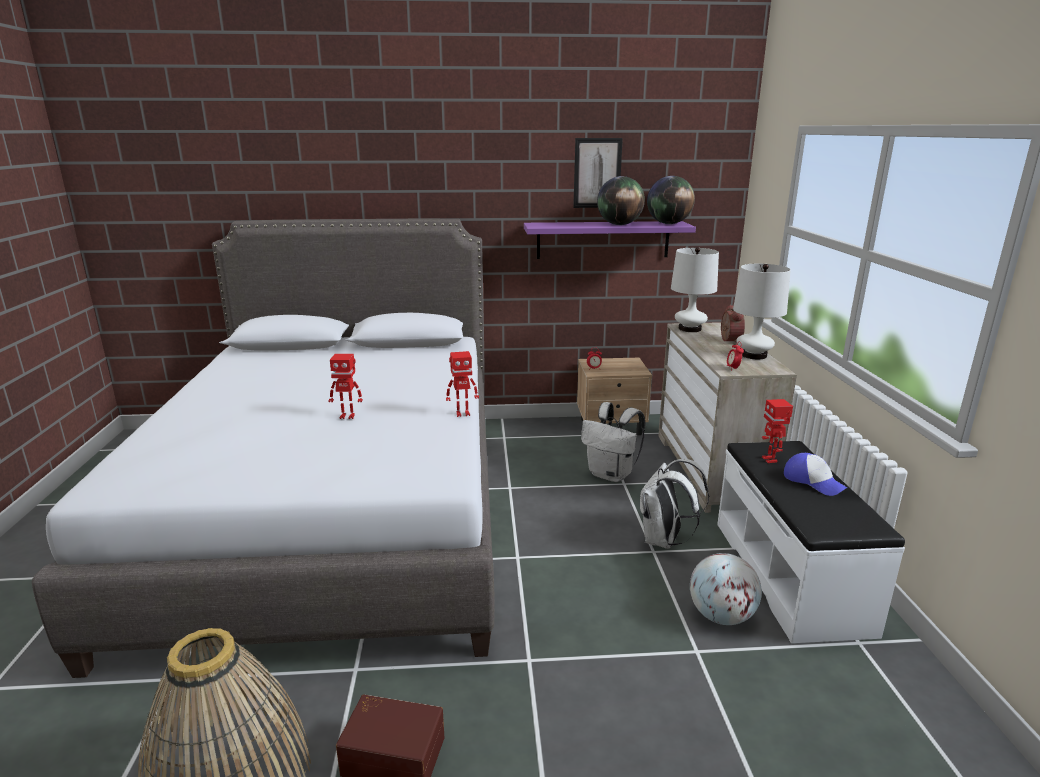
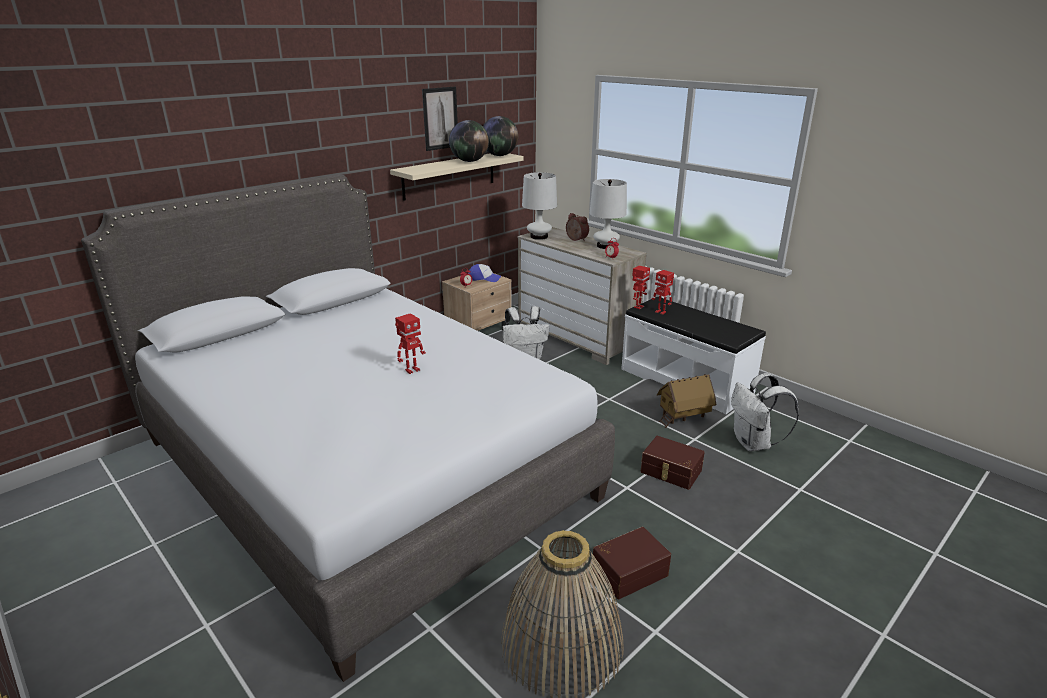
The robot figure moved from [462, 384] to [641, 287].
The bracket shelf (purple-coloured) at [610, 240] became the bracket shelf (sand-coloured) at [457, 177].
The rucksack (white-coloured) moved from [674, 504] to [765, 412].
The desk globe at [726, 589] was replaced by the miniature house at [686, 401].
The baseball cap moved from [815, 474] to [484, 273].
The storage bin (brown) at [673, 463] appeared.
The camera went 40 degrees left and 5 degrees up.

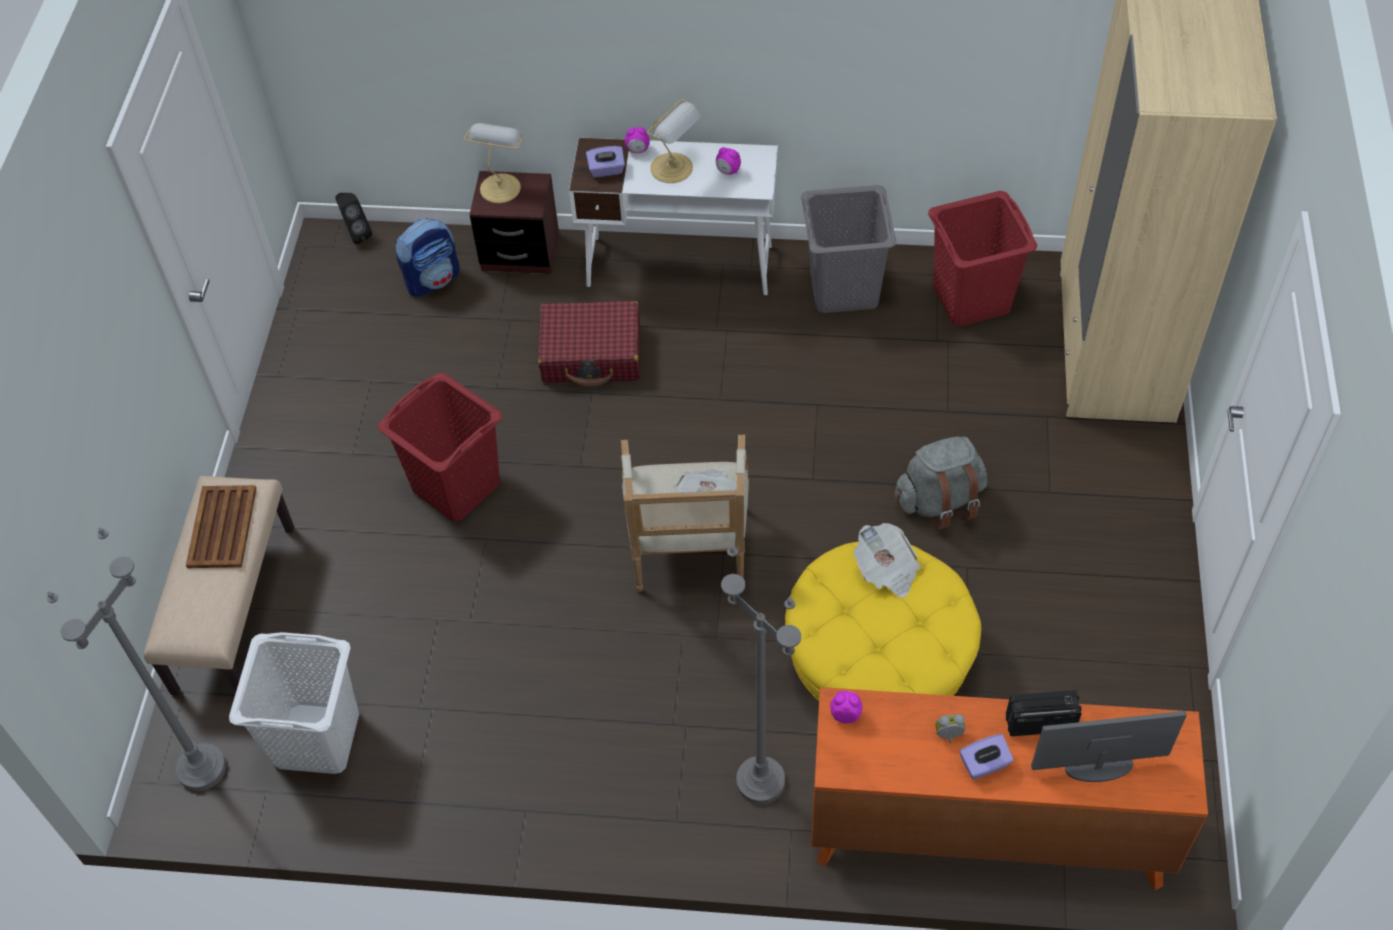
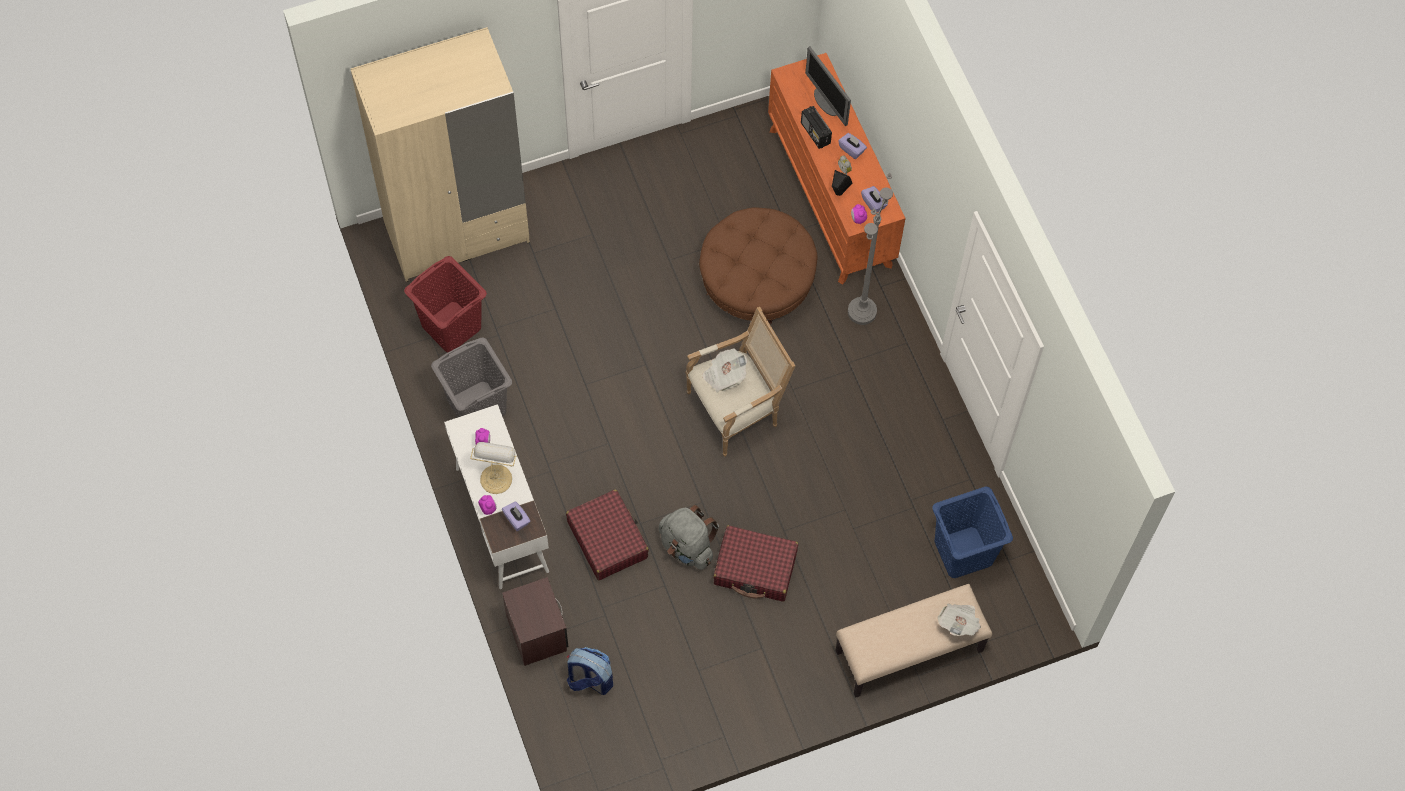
The standard lamp (gray) at [136, 659] disappeared.
The serving tray (brown) at [221, 526] disappeared.
The washing basket (white-coloured) at [294, 703] became the washing basket (blue-coloured) at [972, 532].
The loudspeaker (blackish) moved from [353, 218] to [842, 183].
The washing basket (red-coloured) at [440, 447] was replaced by the suitcase (red-coloured) at [755, 563].
The lamp for a table at [493, 163] disappeared.
The footrest (yellow) at [883, 621] became the footrest (brown) at [758, 265].
The printed paper moved from [887, 560] to [959, 619].
The rucksack (gray) moved from [941, 484] to [688, 537].
The tissue box (purple-coloured) at [874, 199] appeared.
The camera went 120 degrees left and 10 degrees up.

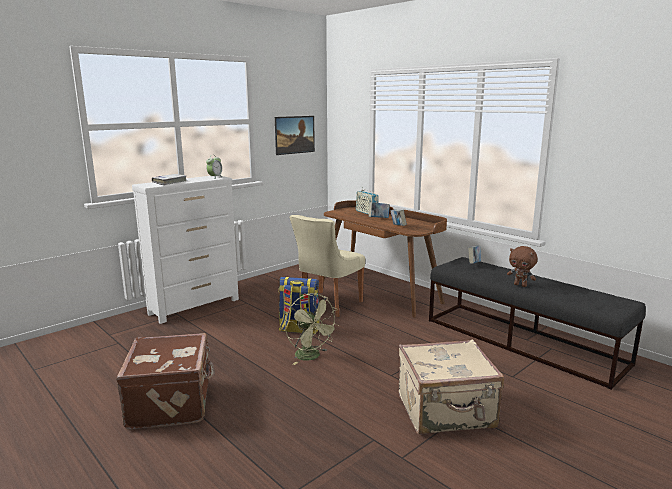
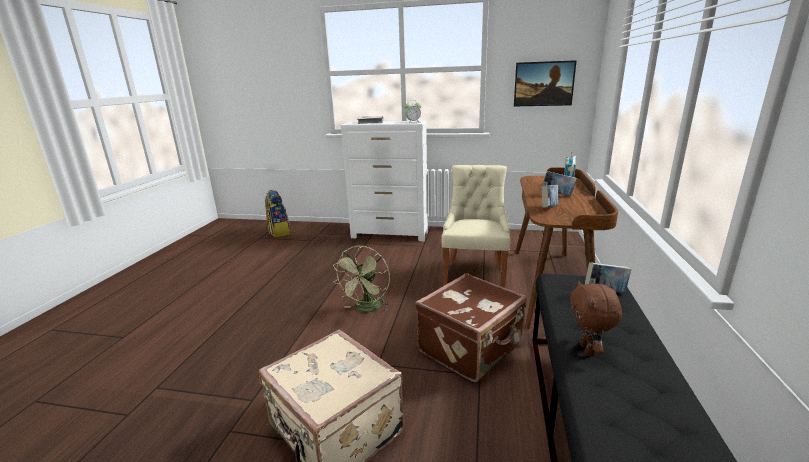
The suitcase (brown) moved from [165, 381] to [471, 327].
The rucksack moved from [299, 305] to [277, 213].
The chair (sand-coloured) at [327, 266] turned 105 degrees clockwise.
The camera went 55 degrees right and 5 degrees up.

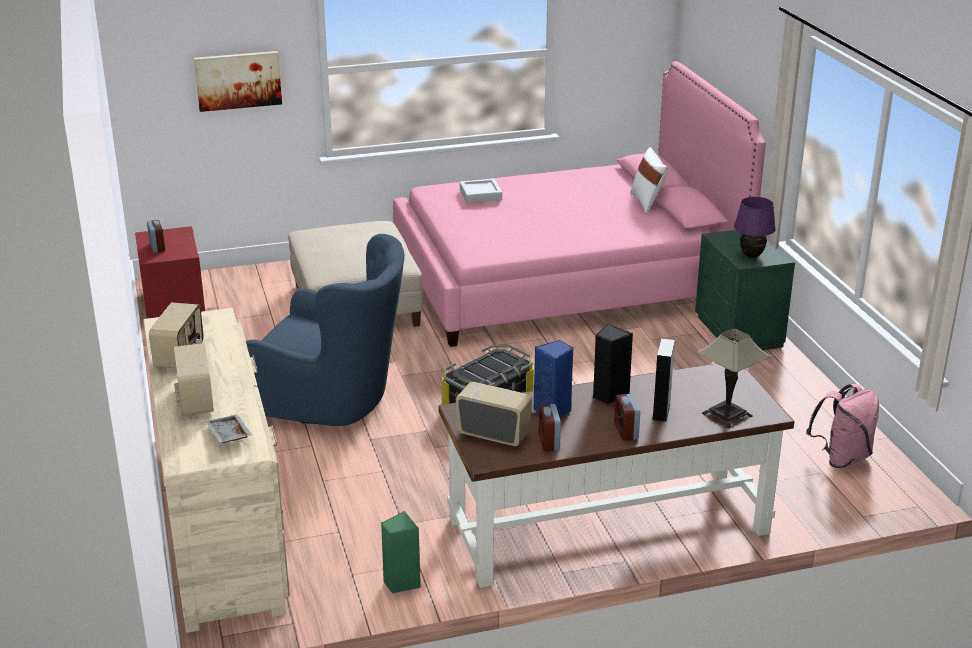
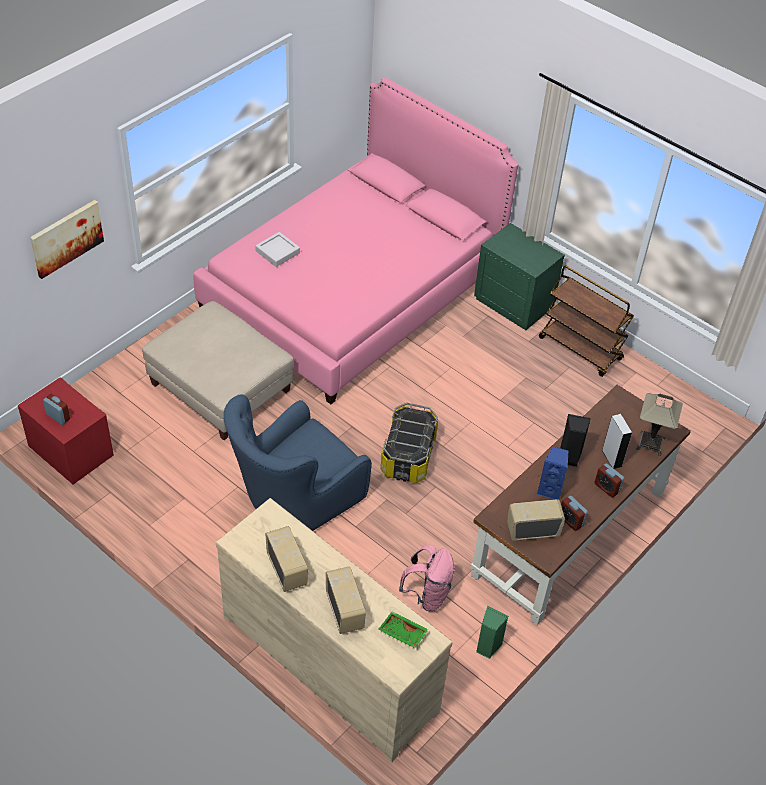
The radio set at [194, 379] turned 150 degrees counterclockwise.
The serving tray (gray) at [229, 428] became the serving tray (green-coloured) at [403, 630].
The armchair (blue-coloured) at [325, 330] turned 150 degrees clockwise.
The throw pillow (white-coloured) at [649, 180] disappeared.
The lamp for a table (purple-coloured) at [755, 227] disappeared.
The rucksack (pinkish) moved from [842, 426] to [427, 578].
The cart (brown) at [586, 321] appeared.
The camera went 35 degrees left and 20 degrees up.

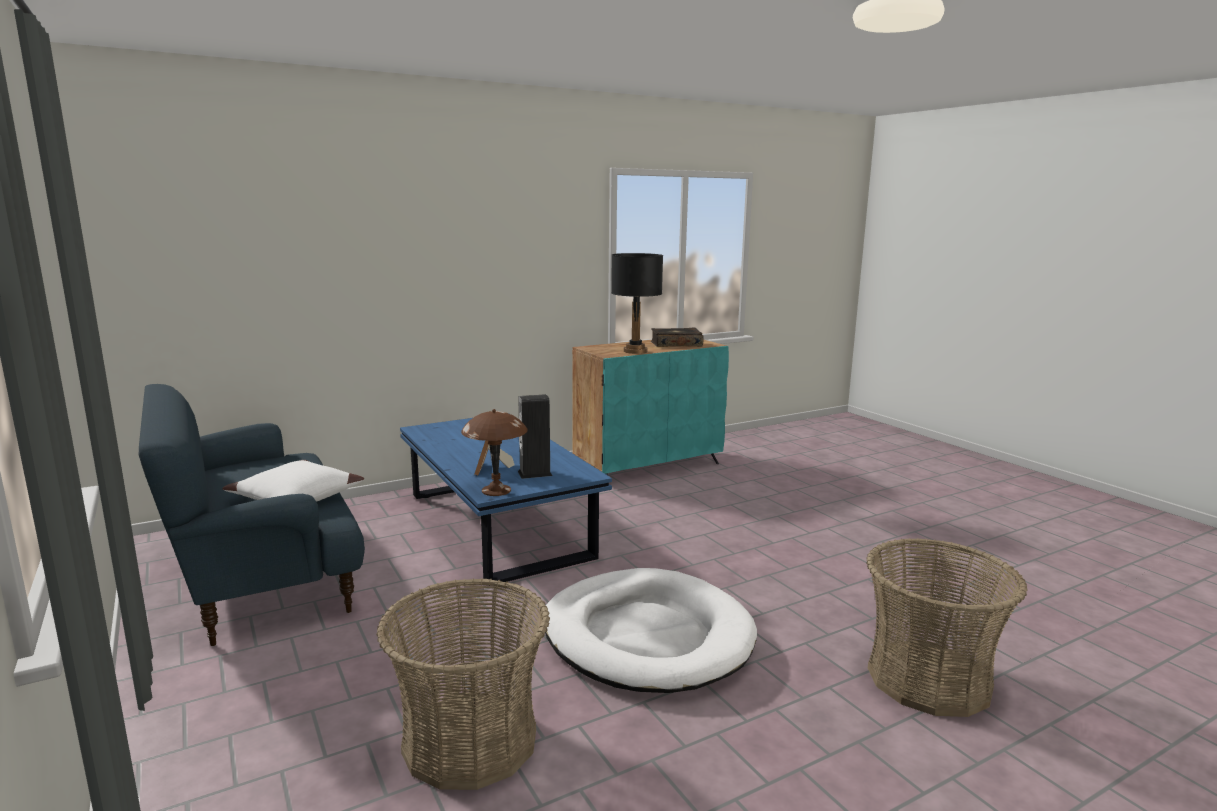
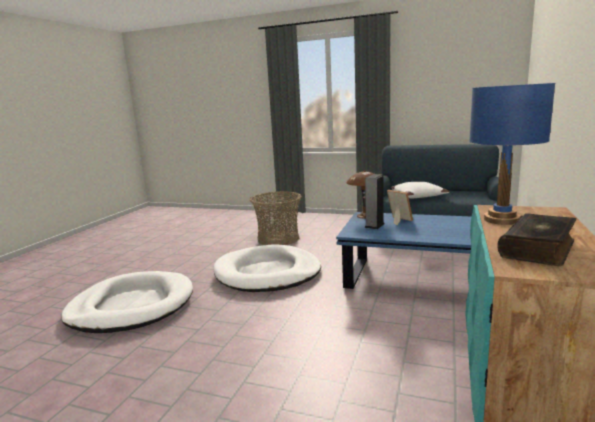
The lamp for a table (blackish) at [637, 303] became the lamp for a table (blue-coloured) at [512, 154].
The storage basket at [947, 627] was replaced by the dog cushion (white-coloured) at [127, 302].
The camera went 140 degrees right and 0 degrees up.

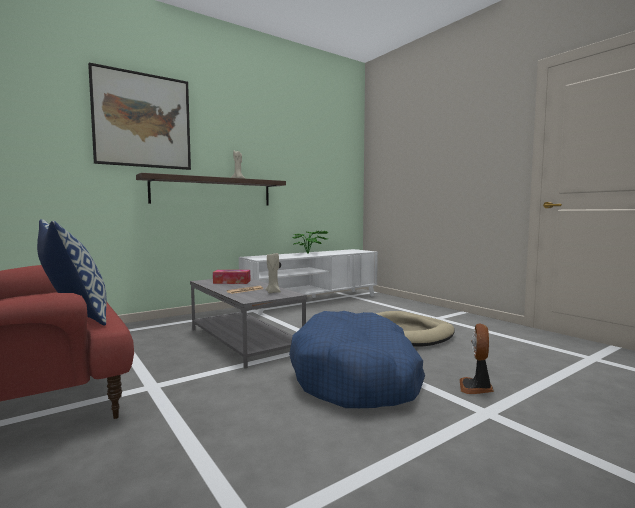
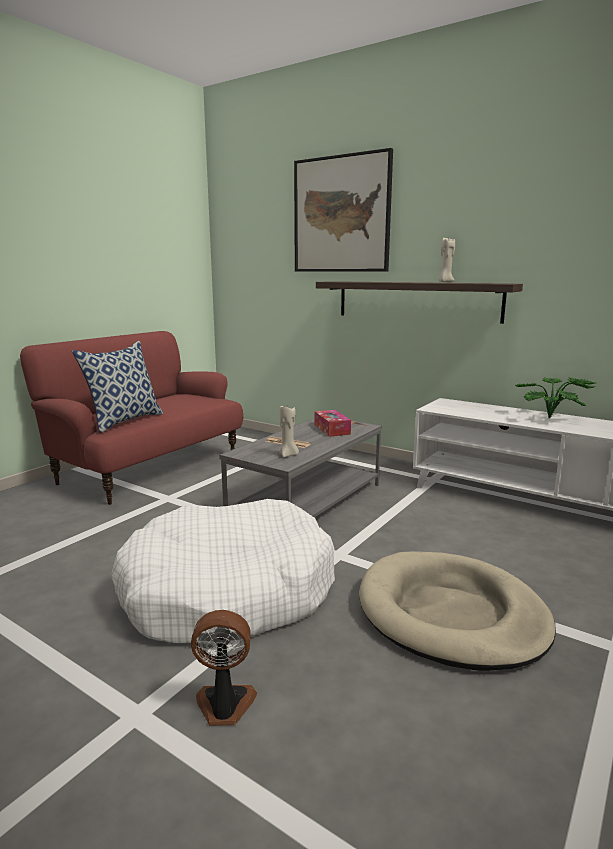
The dog cushion (blue-coloured) at [357, 359] became the dog cushion (white-coloured) at [223, 572].
The camera went 70 degrees right and 10 degrees up.

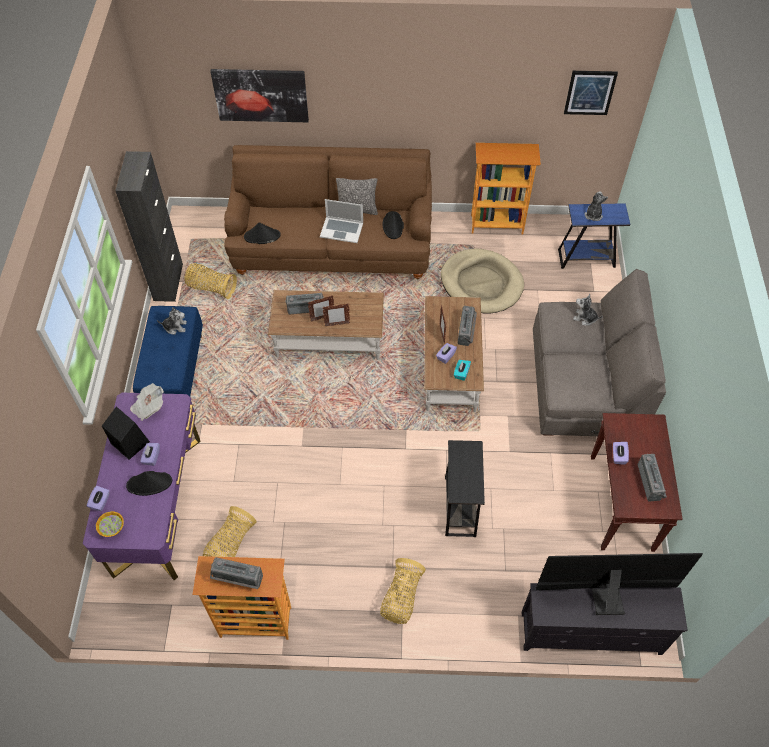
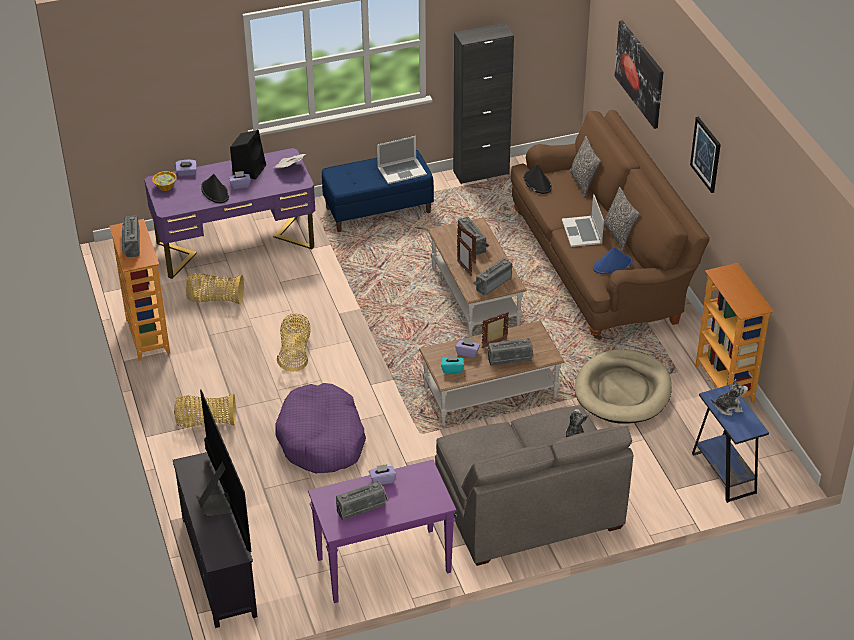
The plush toy at [172, 321] was replaced by the portable computer at [402, 160].
The storage basket moved from [210, 281] to [293, 342].
The hat (blackish) at [393, 225] became the hat (blue-coloured) at [613, 260].
The end table (blackish) at [465, 488] was replaced by the dog cushion (purple-coloured) at [320, 428].
The wall picture moved from [591, 93] to [705, 155].
The console table (brown) at [637, 482] became the console table (purple-coloured) at [382, 531].
The radio set at [492, 276] appeared.
The throw pillow at [585, 166] appeared.
The camera went 70 degrees right and 15 degrees down.

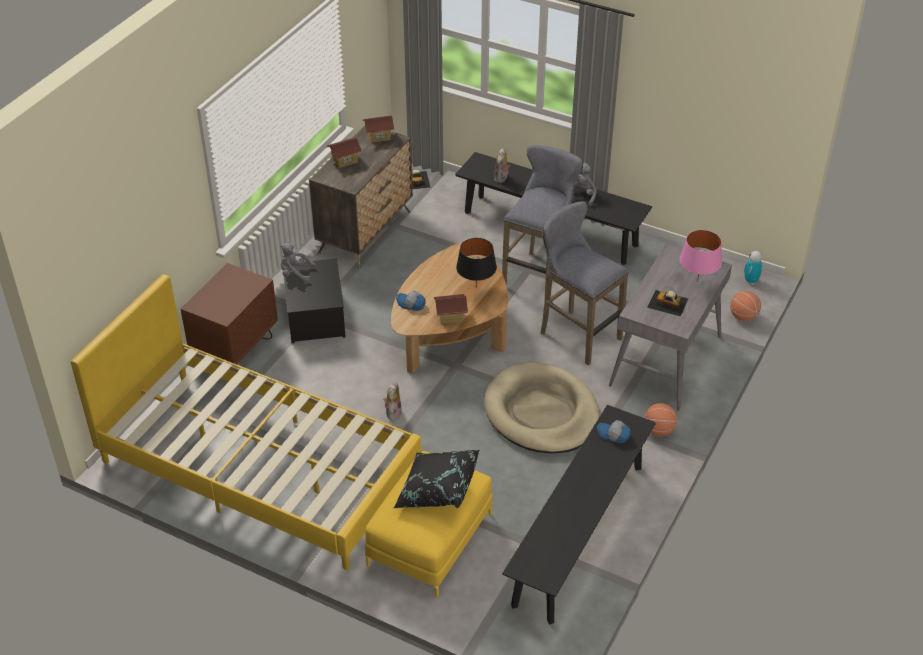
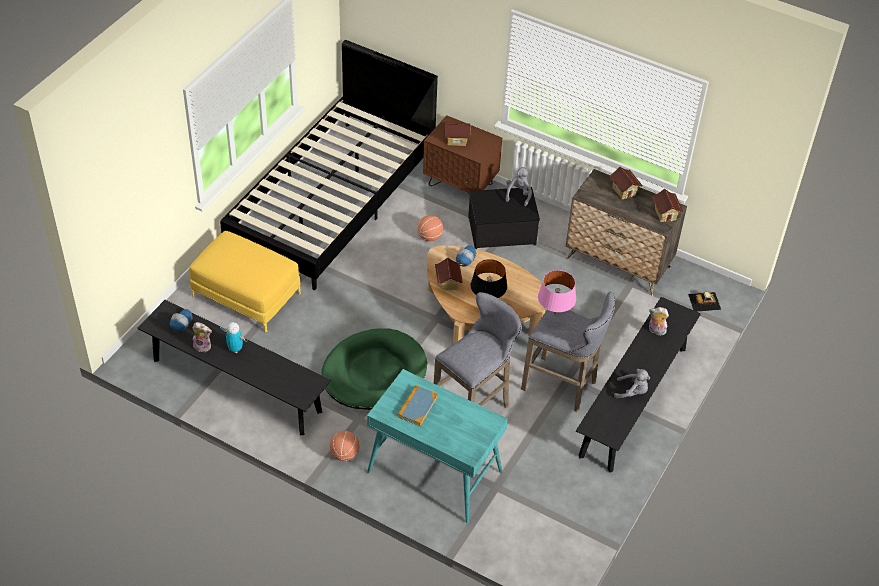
The sleeping bed (yellow) at [246, 422] became the sleeping bed (blackish) at [329, 165].
The plush toy moved from [392, 401] to [202, 337].
The throw pillow (blackish) at [436, 479] disappeared.
The dog cushion (sand-coloured) at [542, 407] became the dog cushion (green-coloured) at [374, 369].
The baseball cap moved from [614, 431] to [181, 320].
The desk (gray) at [670, 327] became the desk (turquoise-coloured) at [437, 446].
The miniature car at [667, 303] was replaced by the volume at [417, 405].
The lamp for a table (pinkish) moved from [701, 256] to [557, 292].
The basketball moved from [745, 306] to [430, 228].
The robot figure moved from [753, 268] to [233, 337].
The miniature house at [458, 134] appeared.
The camera went 90 degrees right and 5 degrees up.

